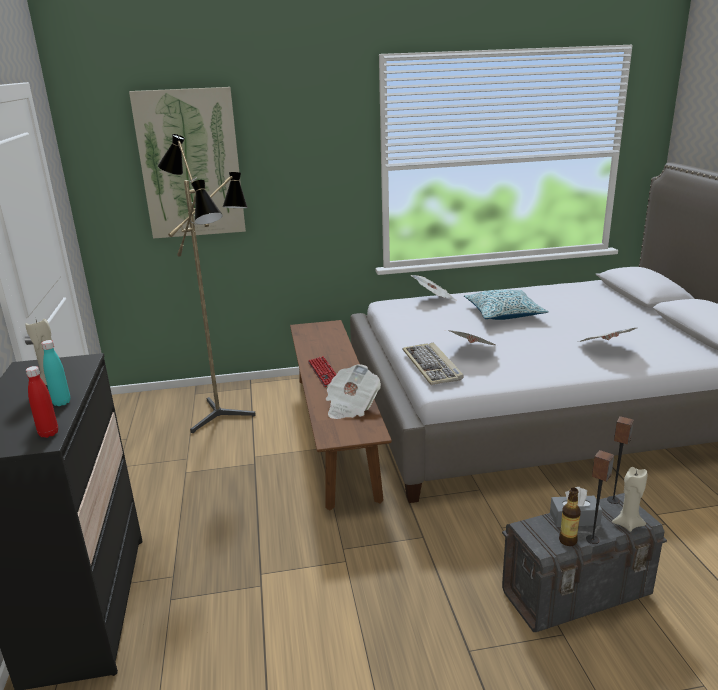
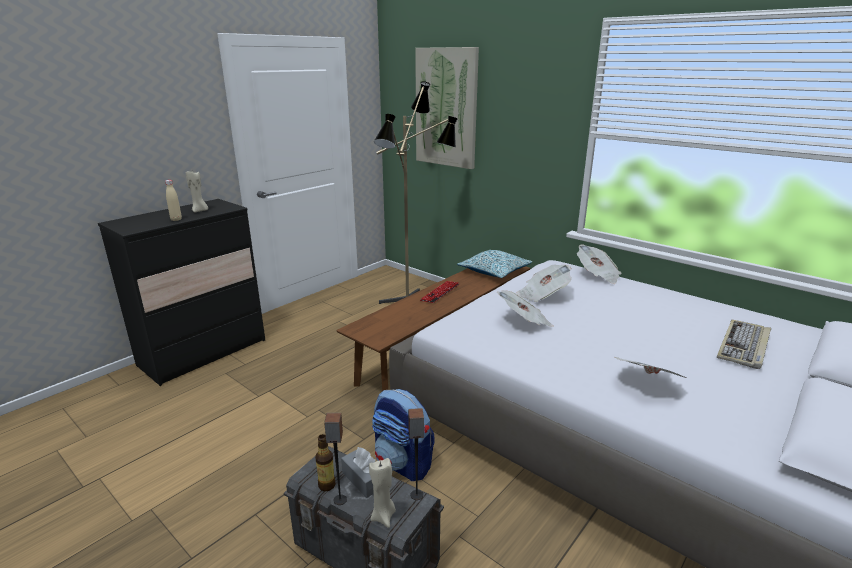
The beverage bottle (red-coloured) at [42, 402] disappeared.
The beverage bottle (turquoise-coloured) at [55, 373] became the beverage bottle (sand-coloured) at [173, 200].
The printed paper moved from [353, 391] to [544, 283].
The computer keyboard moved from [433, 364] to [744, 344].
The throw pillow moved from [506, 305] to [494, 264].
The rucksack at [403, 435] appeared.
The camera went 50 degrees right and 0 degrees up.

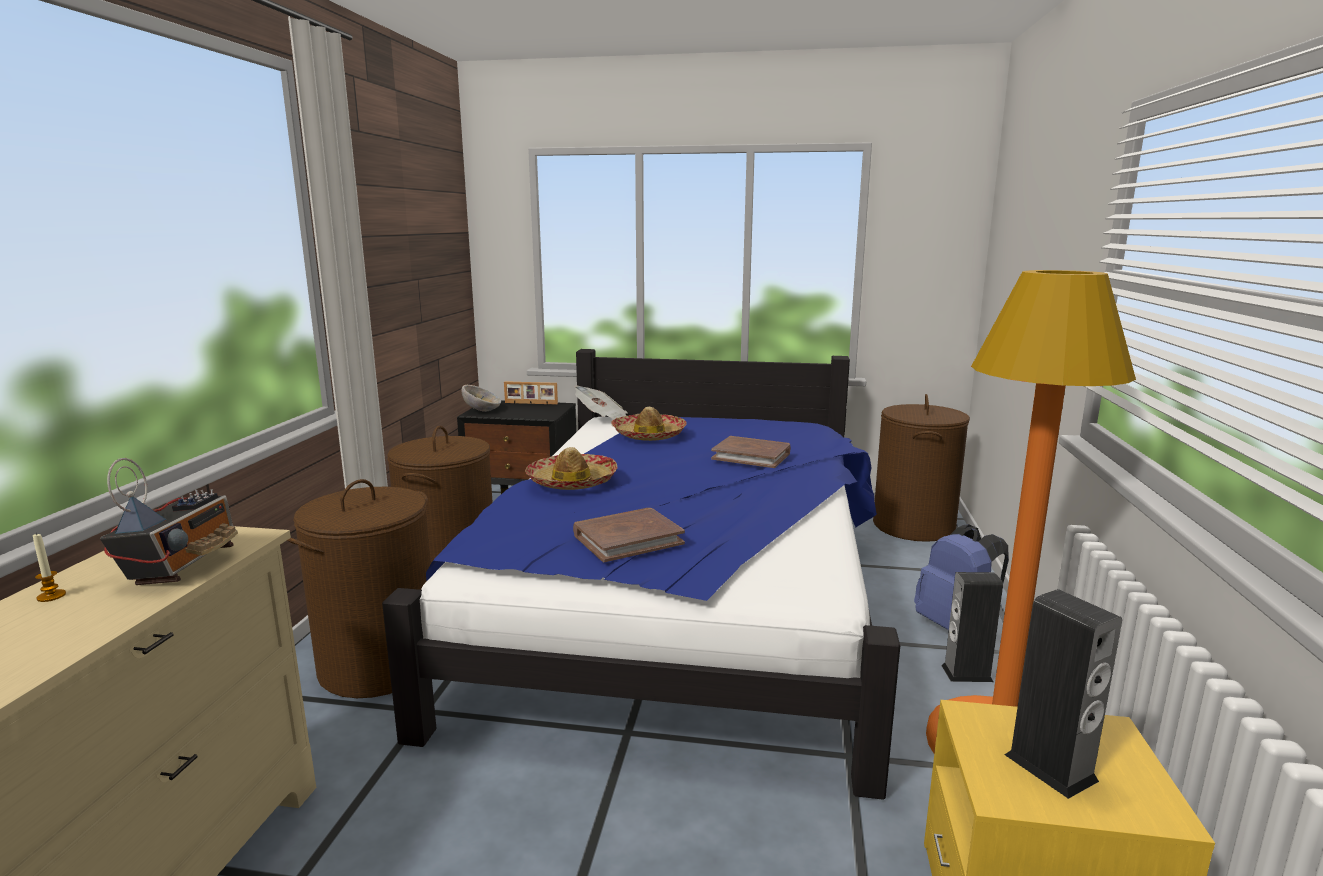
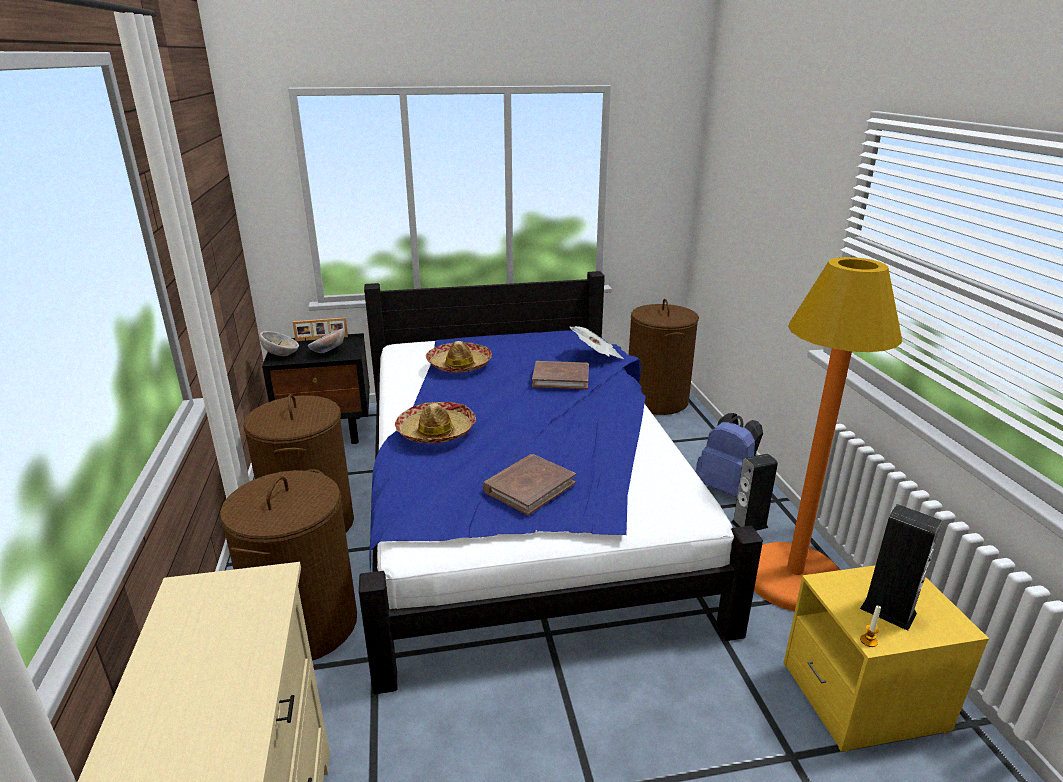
The wax light moved from [49, 567] to [870, 626].
The radio set at [169, 521] disappeared.
The printed paper moved from [601, 402] to [597, 342].
The deep dish at [326, 340] appeared.
The camera went 20 degrees left and 10 degrees up.

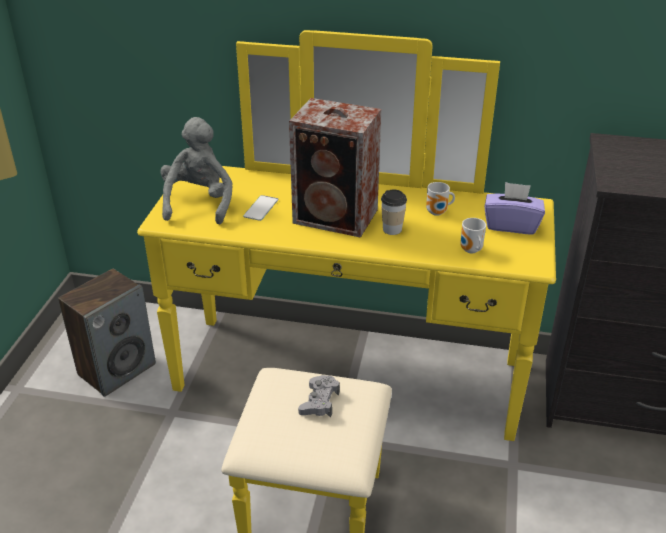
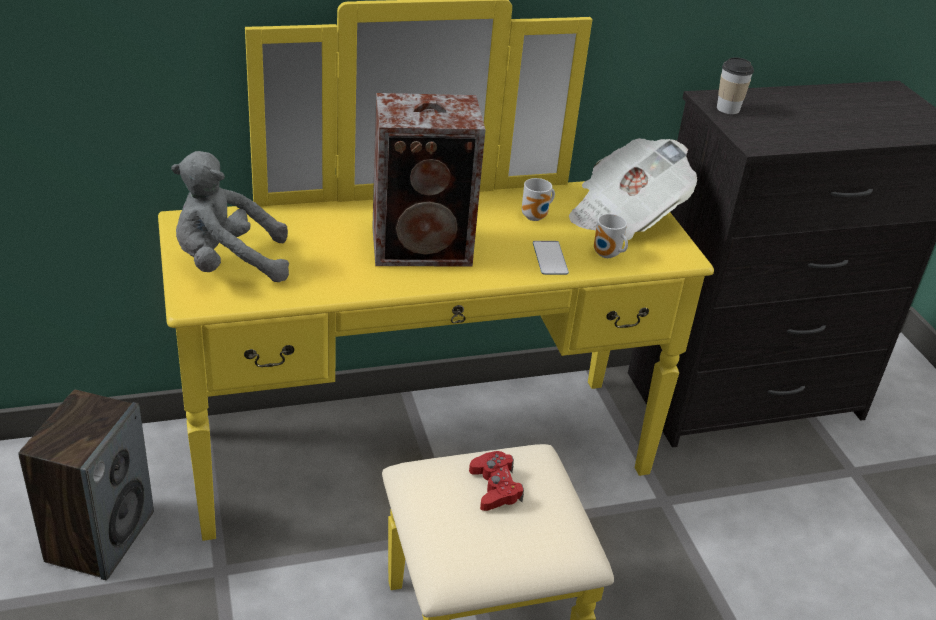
The plush toy (gray) at [196, 170] turned 75 degrees counterclockwise.
The handset moved from [260, 208] to [551, 258].
The joypad (gray) at [319, 396] became the joypad (red-coloured) at [496, 481].
The cup moved from [394, 212] to [735, 85].
The tissue box (purple-coloured) at [514, 208] was replaced by the printed paper at [633, 189].
The camera went 30 degrees left and 0 degrees up.

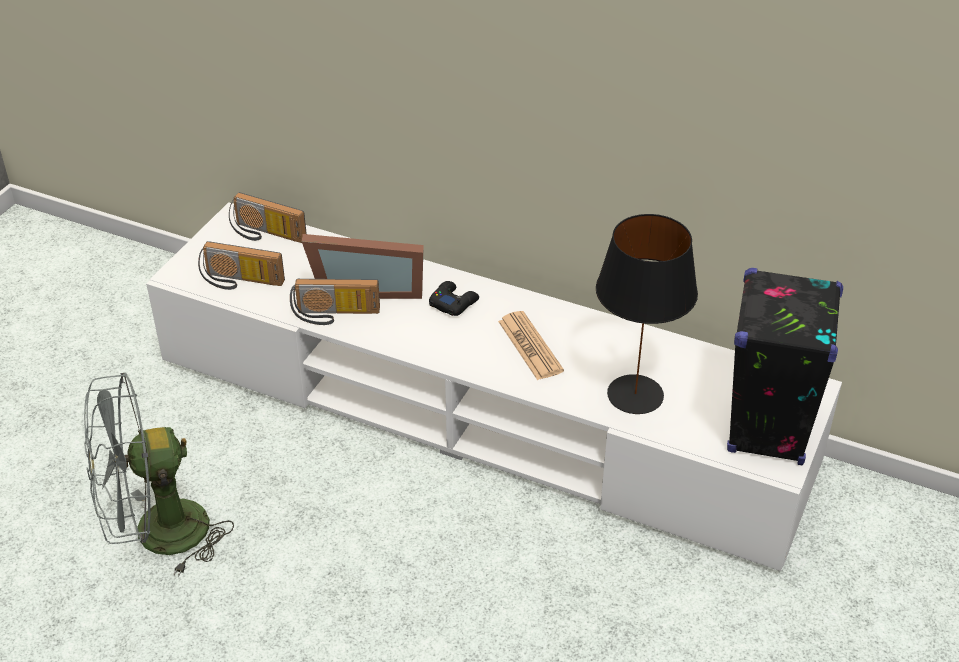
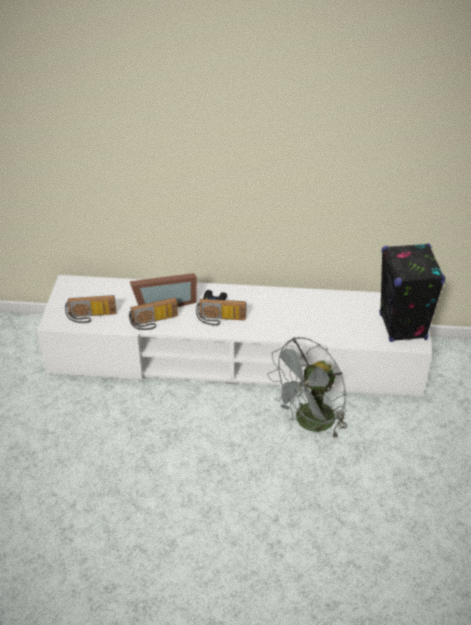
The cooling fan (gray) moved from [159, 475] to [307, 388].
The radio set moved from [268, 217] to [221, 312].
The printed paper at [531, 345] disappeared.
The lamp for a table (blackish) at [647, 314] disappeared.
The camera went 20 degrees left and 0 degrees up.

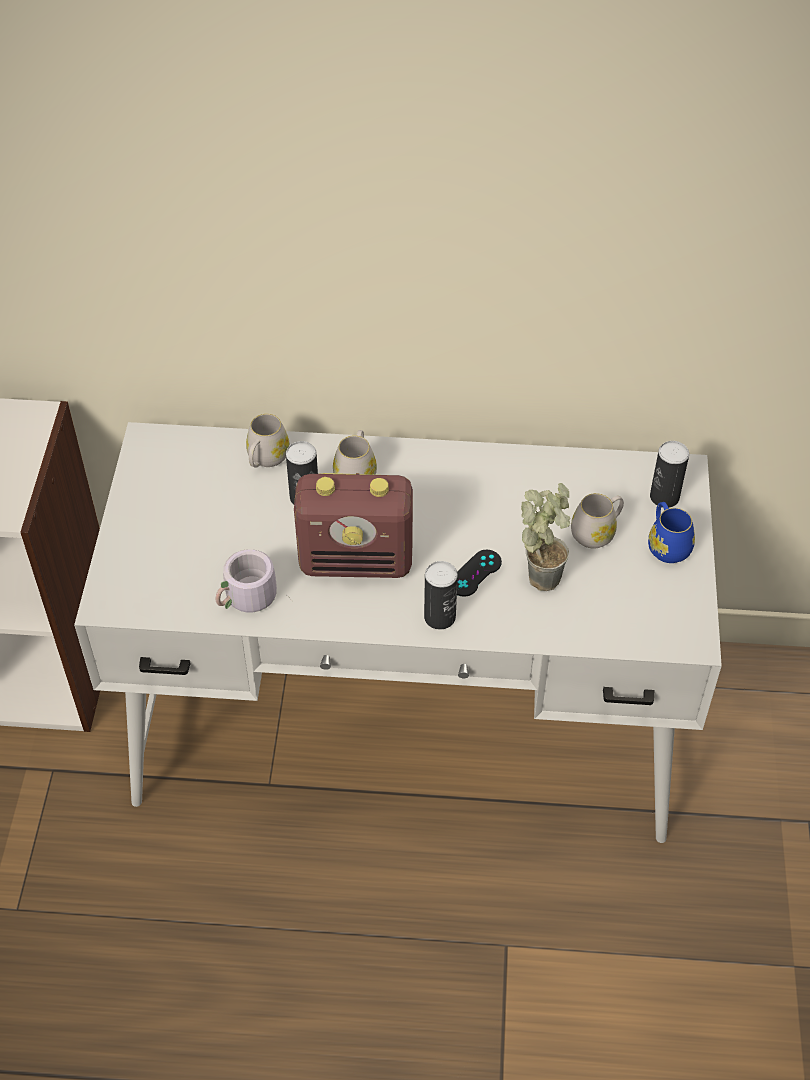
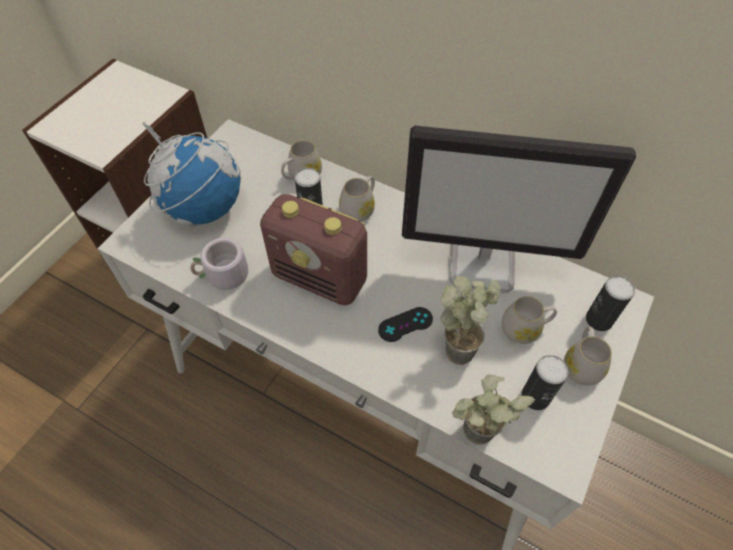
The can moved from [441, 595] to [545, 382].
The coffee mug (blue-coloured) at [671, 532] became the coffee mug (white-coloured) at [588, 356].
The desk globe at [191, 174] appeared.
The computer screen at [519, 209] appeared.
The houseplant at [493, 410] appeared.
The camera went 25 degrees right and 5 degrees up.

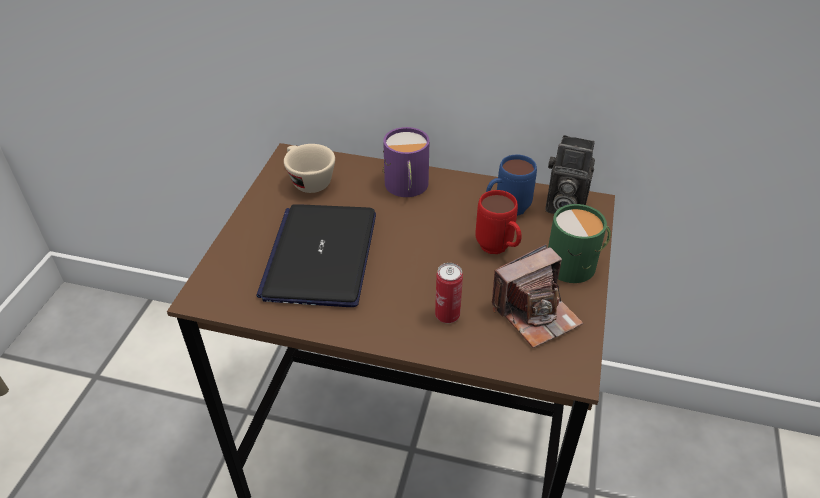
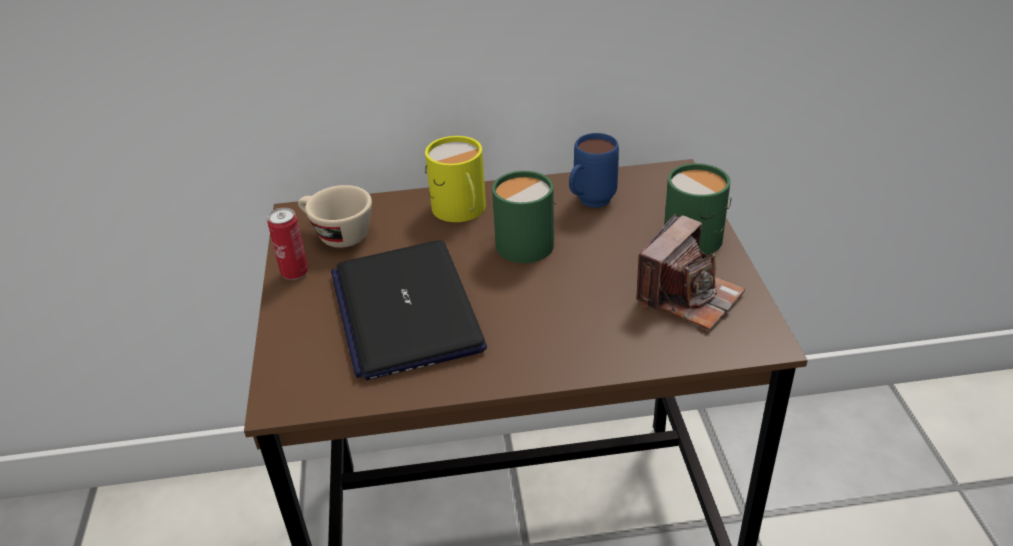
The coffee mug (purple-coloured) at [406, 162] became the coffee mug (yellow) at [455, 179].
The can moved from [449, 293] to [287, 243].
The coffee mug (red-coloured) at [498, 222] disappeared.
The still camera at [570, 174] disappeared.
The coffee mug (green-coloured) at [524, 217] appeared.
The camera went 20 degrees left and 5 degrees down.

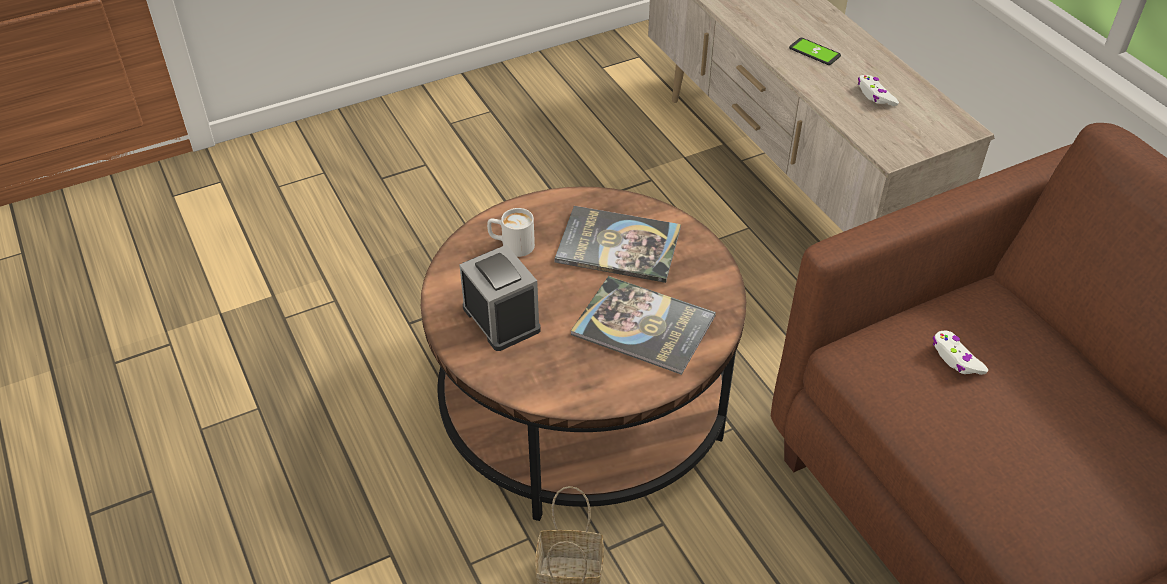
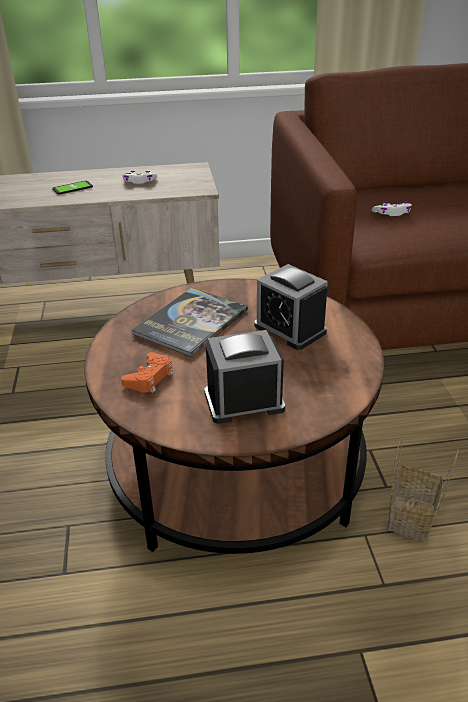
The coffee mug (white-coloured) at [511, 232] was replaced by the joypad (orangey) at [147, 372].
The volume at [643, 325] was replaced by the table clock at [291, 307].
The camera went 70 degrees left and 10 degrees down.

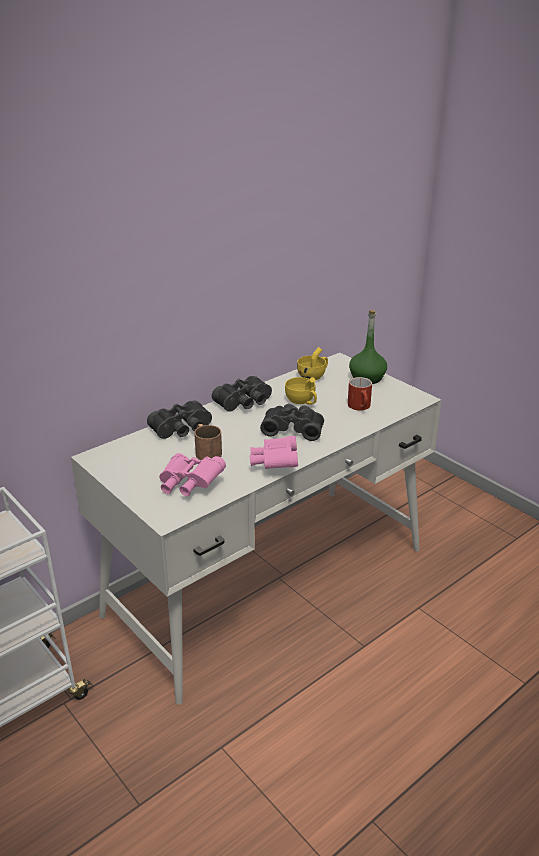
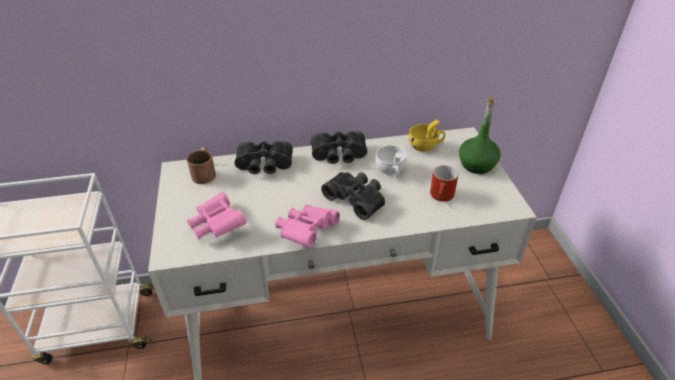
The coffee mug (brown) moved from [208, 442] to [201, 165].
The cup (yellow) at [301, 391] became the cup (white-coloured) at [391, 161].
The camera went 30 degrees right and 10 degrees up.

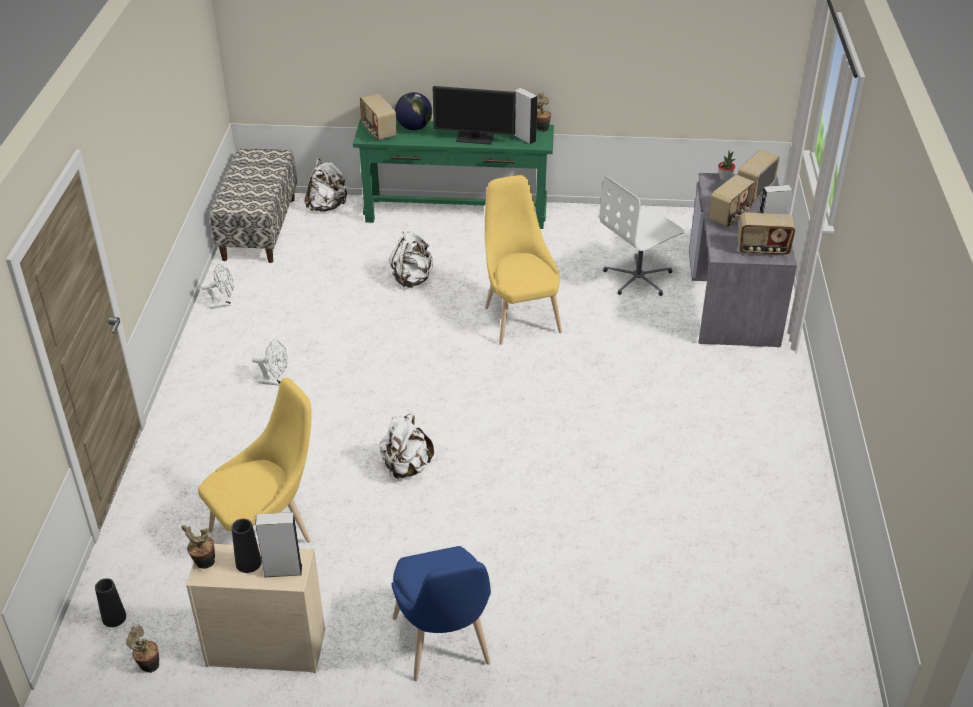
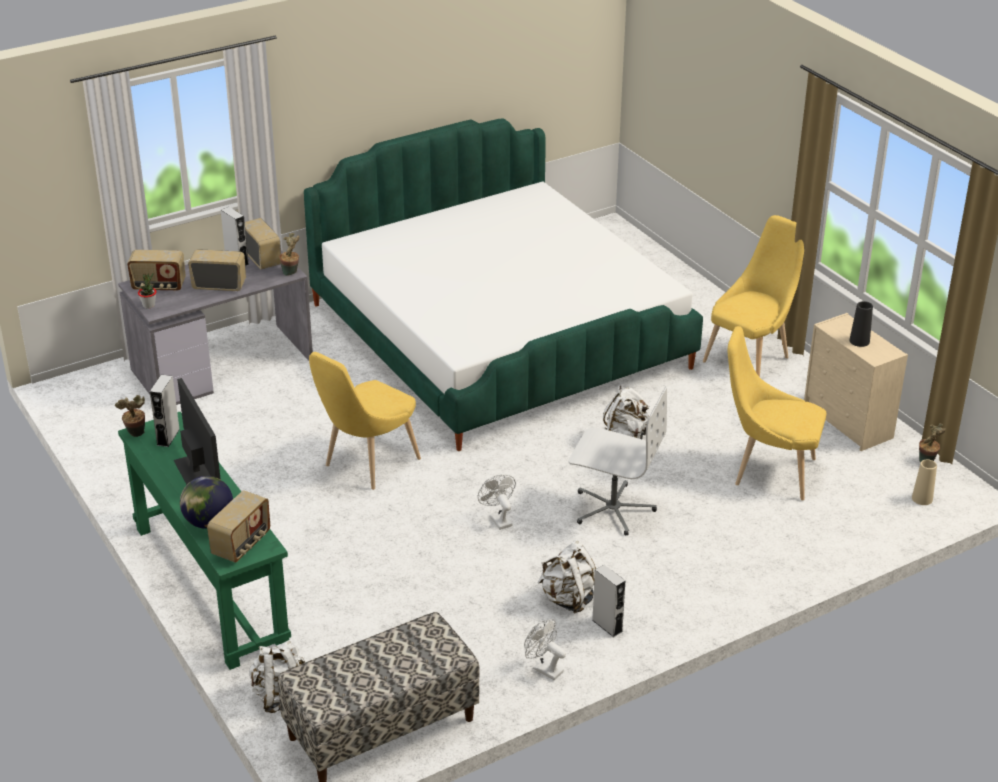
The flower vase (blackish) at [110, 602] became the flower vase (sand-coloured) at [924, 482].
The houseplant moved from [198, 547] to [289, 254].
The cooling fan (white-coloured) moved from [270, 362] to [497, 502].
The loudspeaker (gray) moved from [279, 544] to [608, 601].
The rucksack (white-coloured) moved from [411, 259] to [566, 577].
The chair (blue-coloured) at [441, 613] became the chair (yellow) at [753, 296].
The office chair (white-coloured) moved from [642, 236] to [617, 461].
The sleeping bed at [503, 284] appeared.
The camera went 125 degrees left and 5 degrees down.

